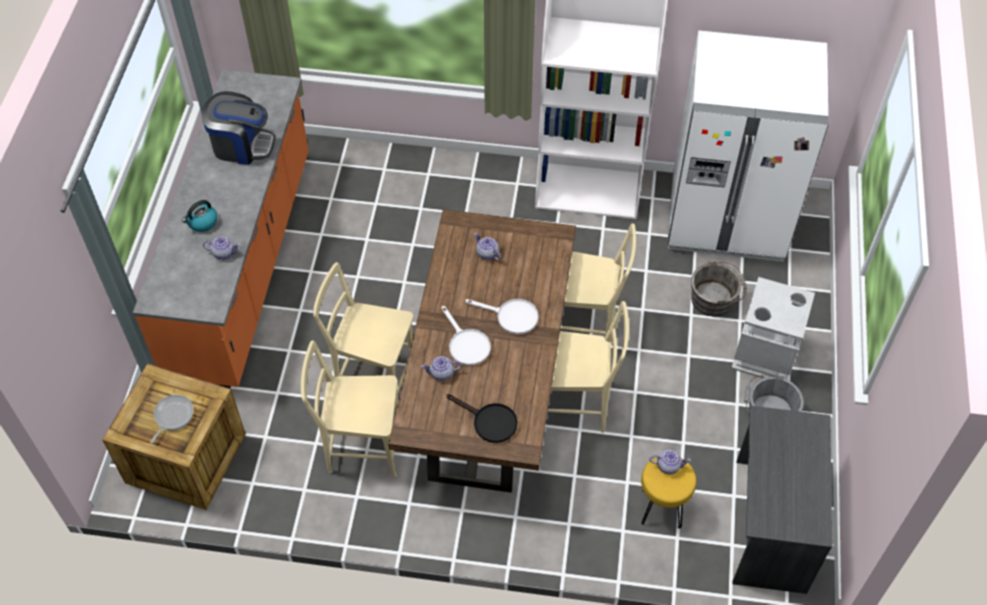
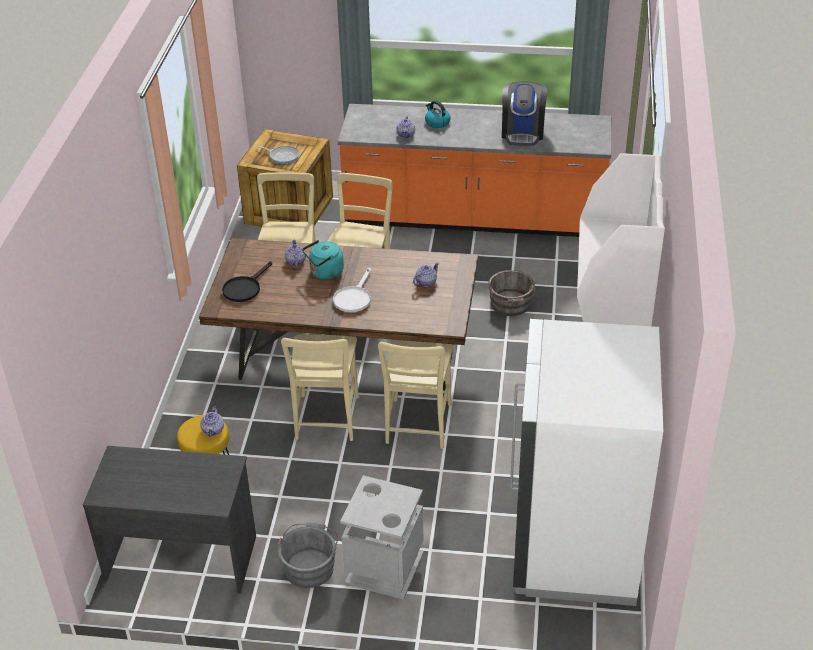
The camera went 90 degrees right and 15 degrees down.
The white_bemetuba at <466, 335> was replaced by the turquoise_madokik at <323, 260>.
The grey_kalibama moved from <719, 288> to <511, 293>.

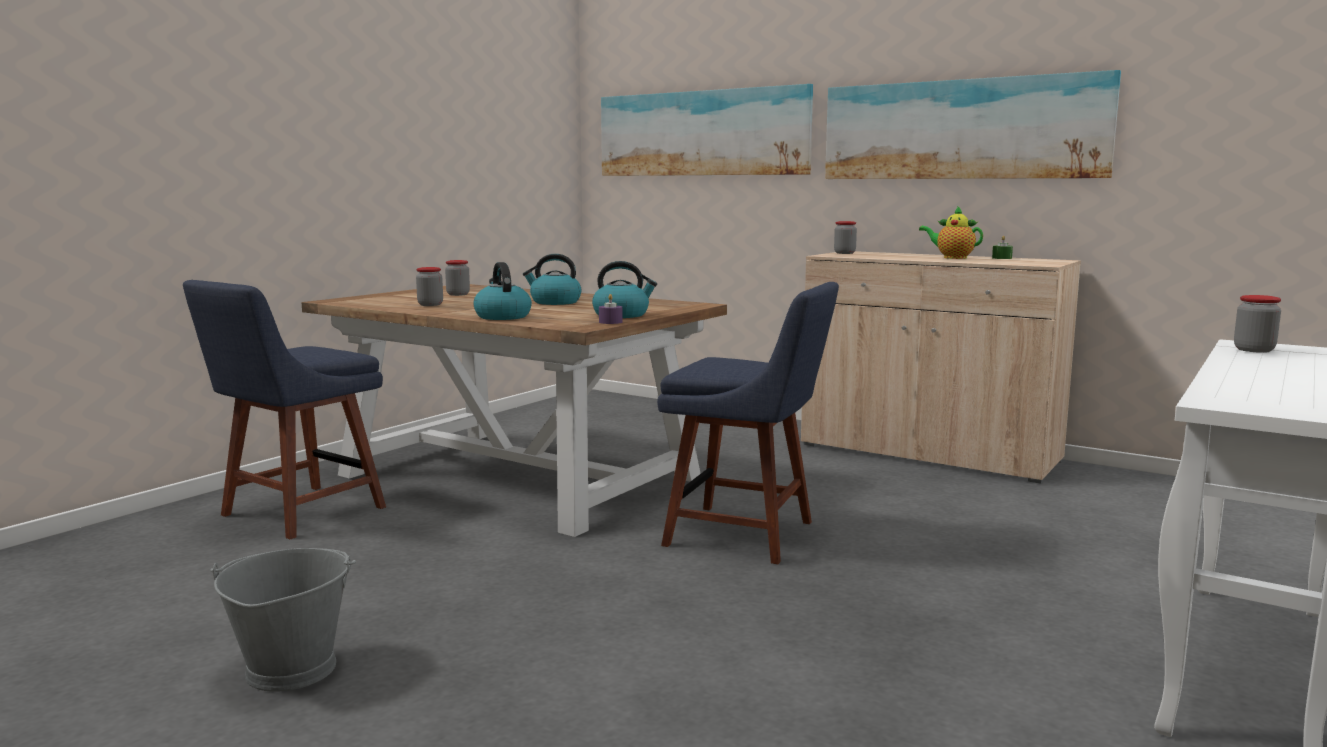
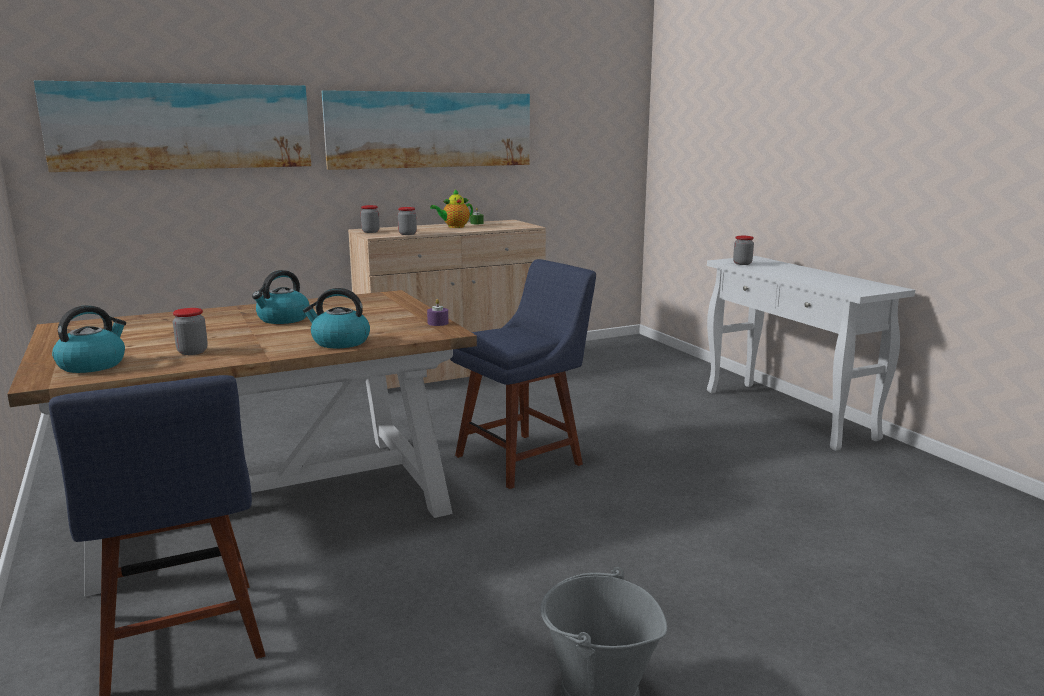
The camera went 60 degrees left and 5 degrees up.
The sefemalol moved from <457, 278> to <407, 221>.
The madokik moved from <624, 289> to <89, 339>.

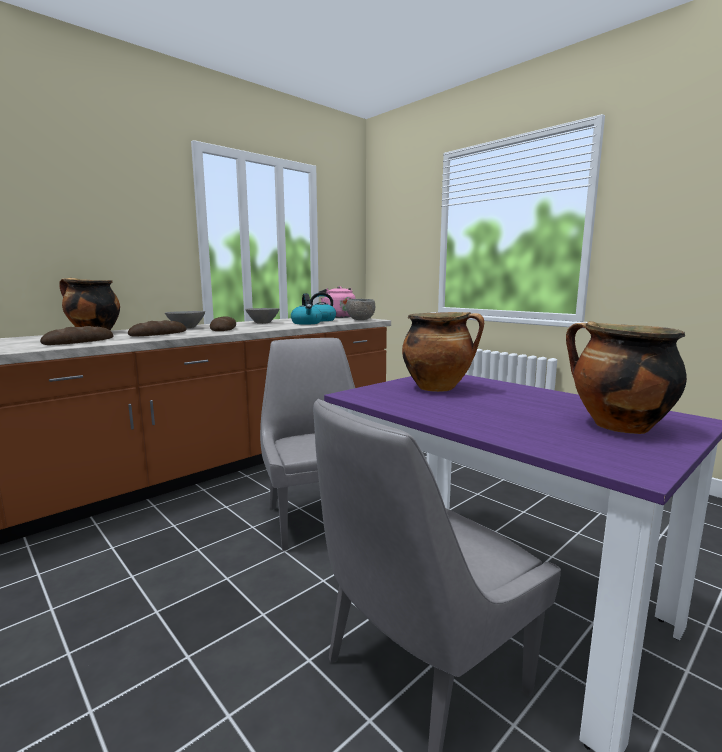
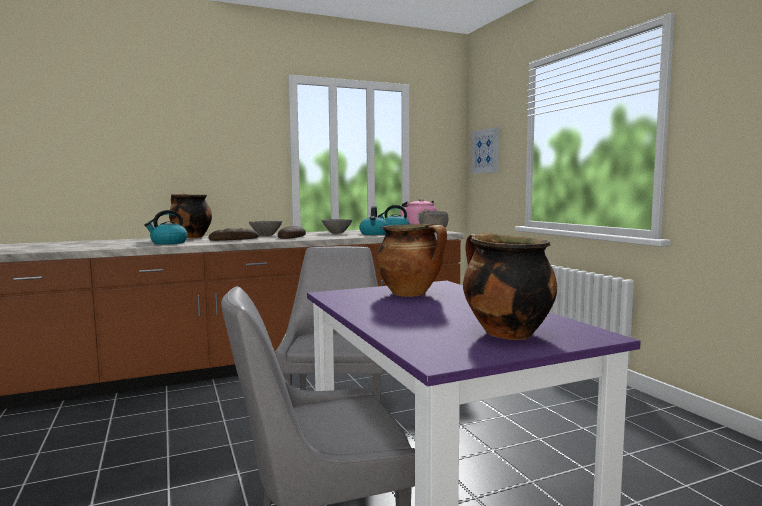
The camera went 20 degrees right and 5 degrees down.
The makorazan at <76, 335> was replaced by the madokik at <166, 227>.
The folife at <485, 150> appeared.

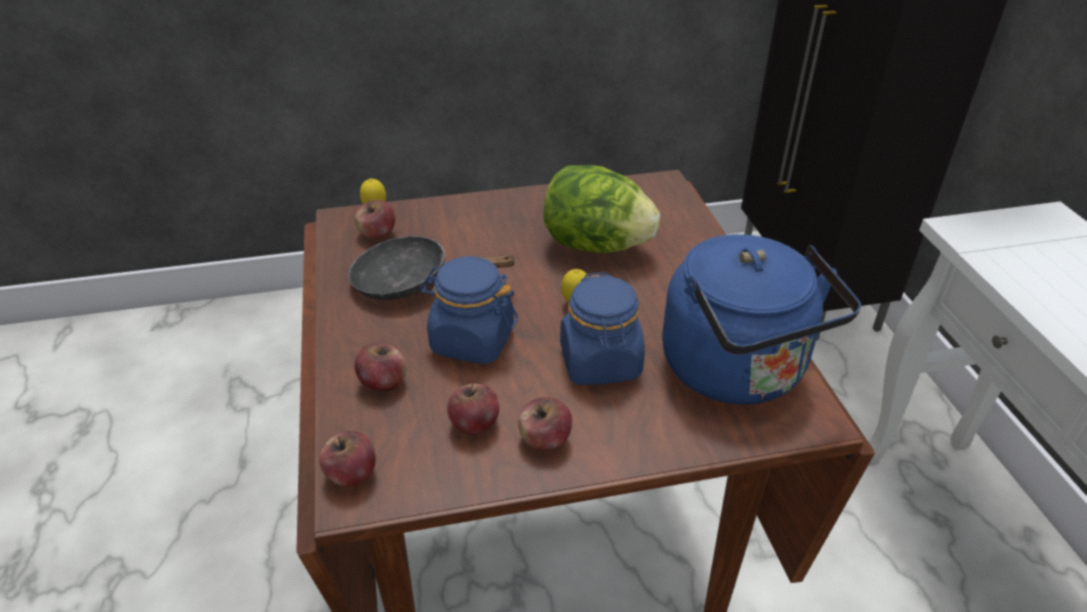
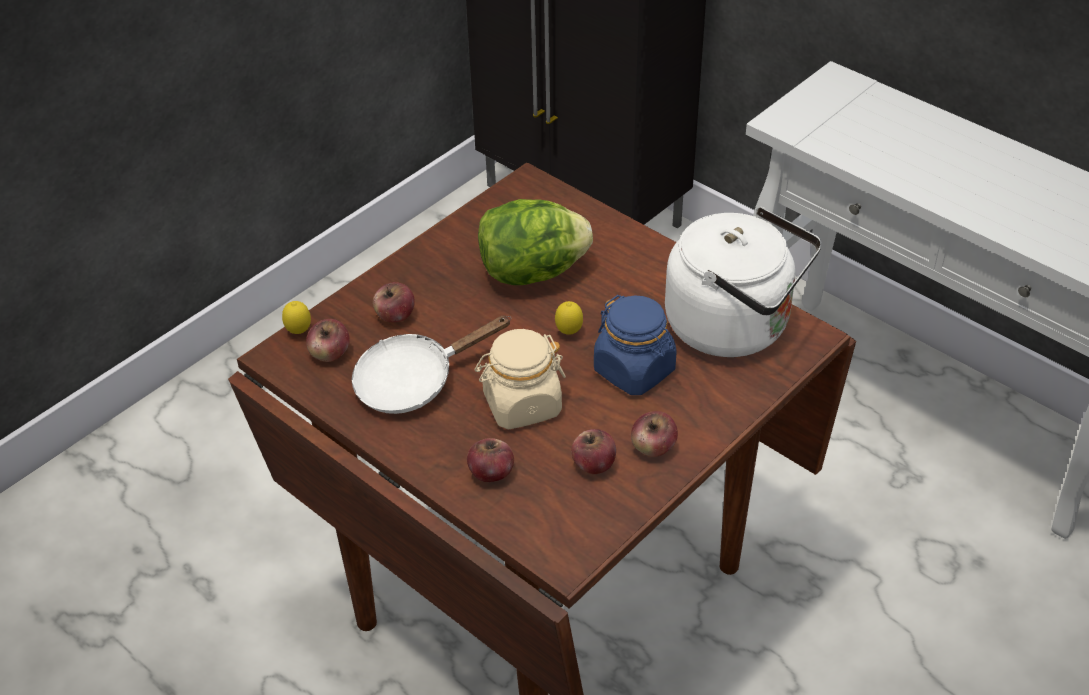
The camera went 35 degrees left and 5 degrees up.
The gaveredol moved from <347, 459> to <394, 302>.
The black_bemetuba at <432, 267> became the white_bemetuba at <431, 364>.
The blue_sefemalol at <469, 310> became the beige_sefemalol at <520, 379>.
The blue_madokik at <761, 319> became the white_madokik at <743, 282>.

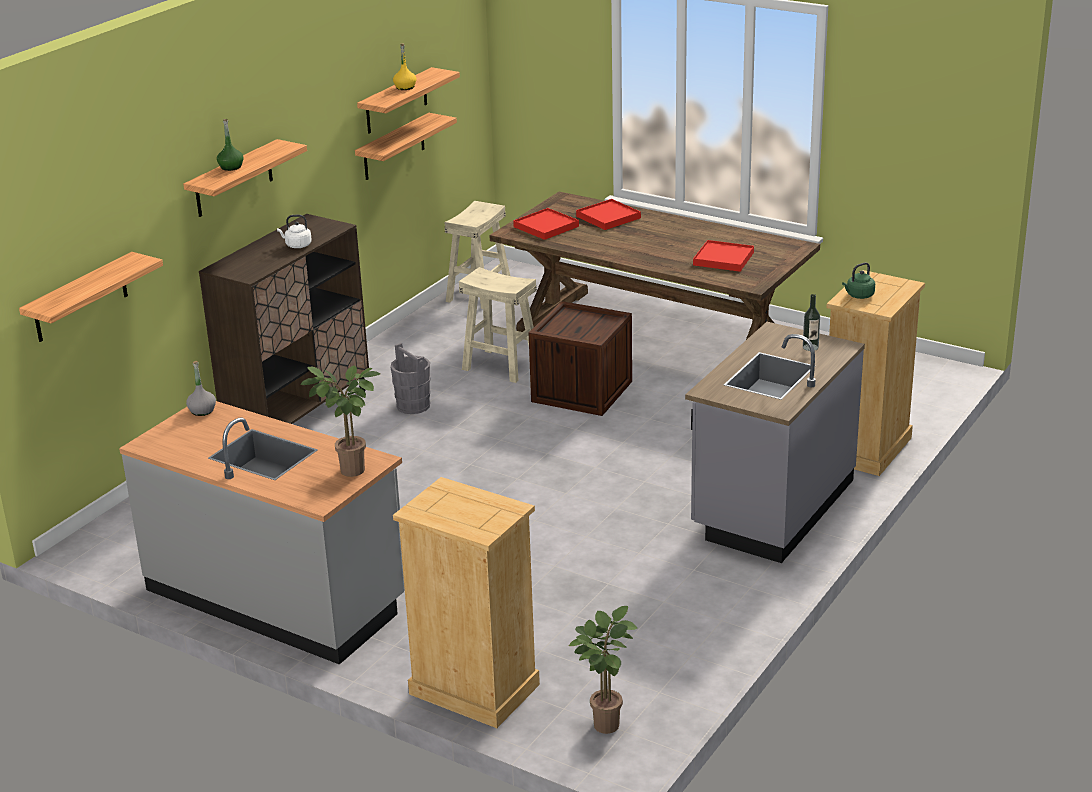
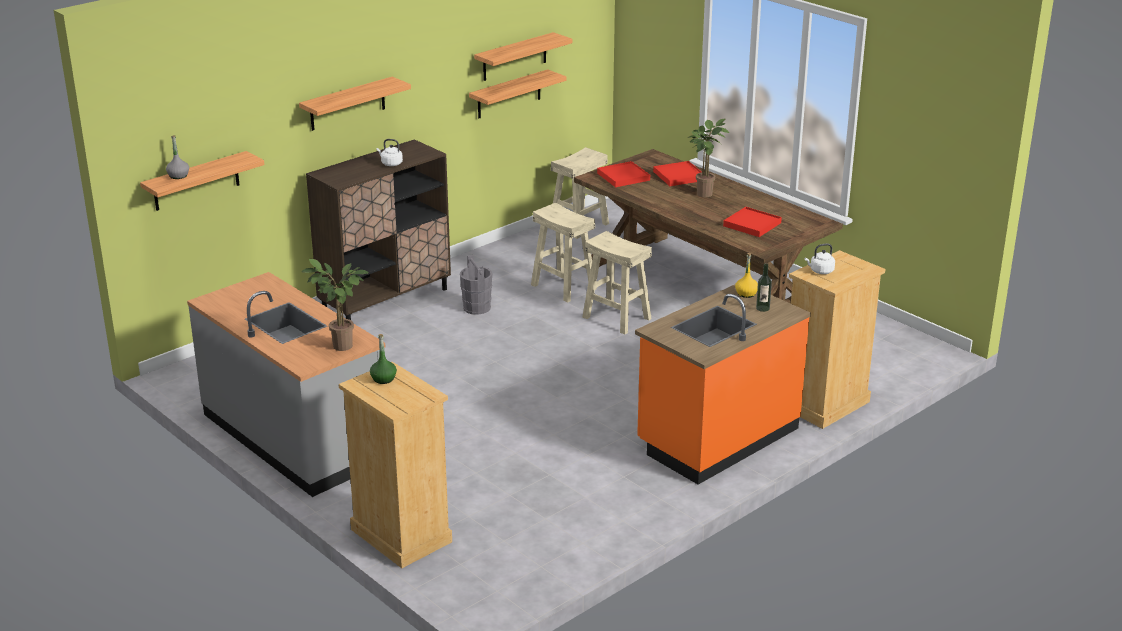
The camera went 15 degrees right and 0 degrees up.
The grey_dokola moved from <201, 388> to <177, 157>.
The green_dokola moved from <230, 145> to <383, 359>.
The yellow_dokola moved from <405, 66> to <746, 275>.
The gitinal at <580, 358> was replaced by the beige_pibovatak at <617, 283>.
The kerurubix moved from <603, 670> to <708, 158>.
The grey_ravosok at <775, 442> became the orange_ravosok at <723, 385>.
The green_madokik at <858, 280> became the white_madokik at <820, 258>.

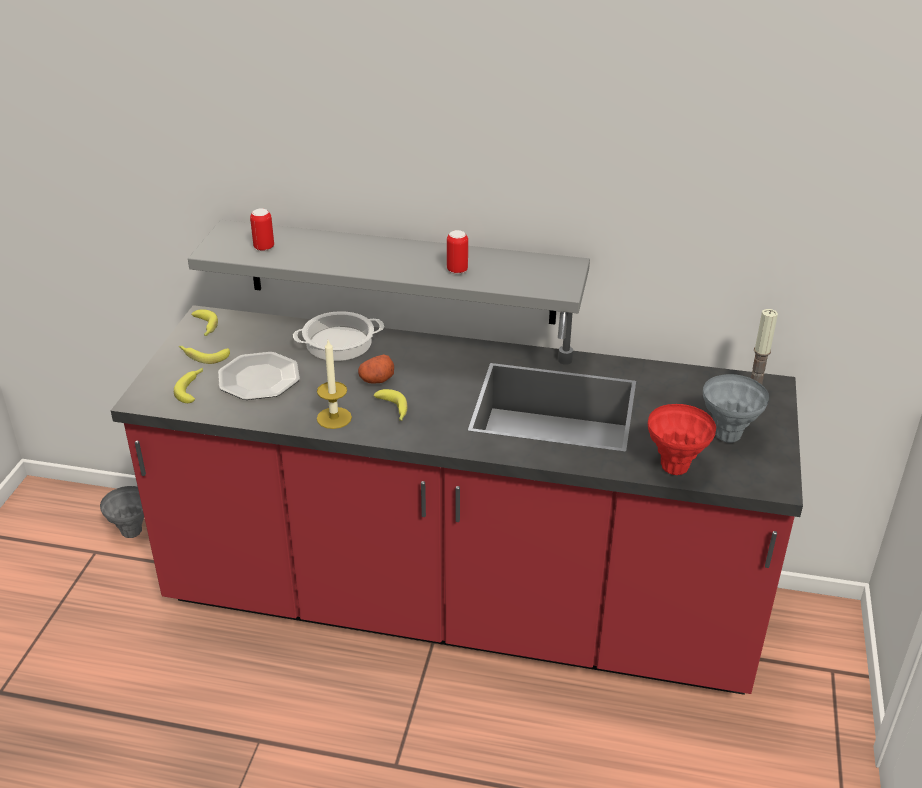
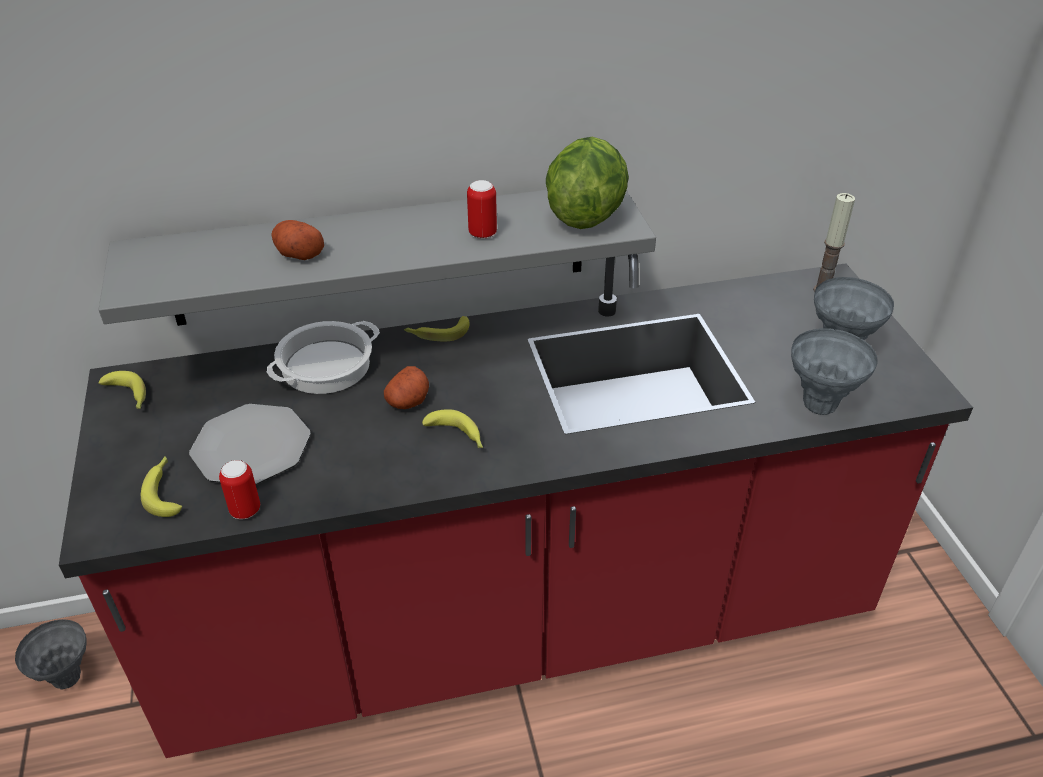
The camera went 25 degrees left and 5 degrees up.
The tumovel moved from <204, 355> to <437, 328>.
The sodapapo moved from <262, 229> to <239, 489>.
The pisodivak at <334, 384> disappeared.
The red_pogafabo at <682, 439> became the grey_pogafabo at <834, 371>.
The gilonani at <297, 240> appeared.
The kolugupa at <587, 183> appeared.

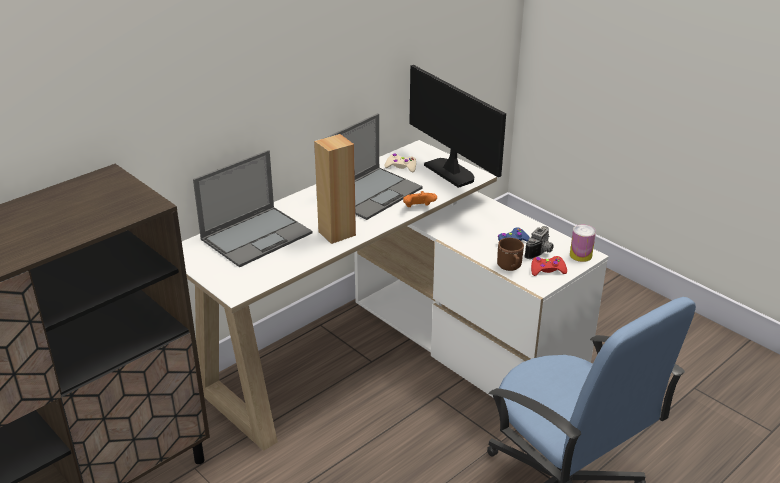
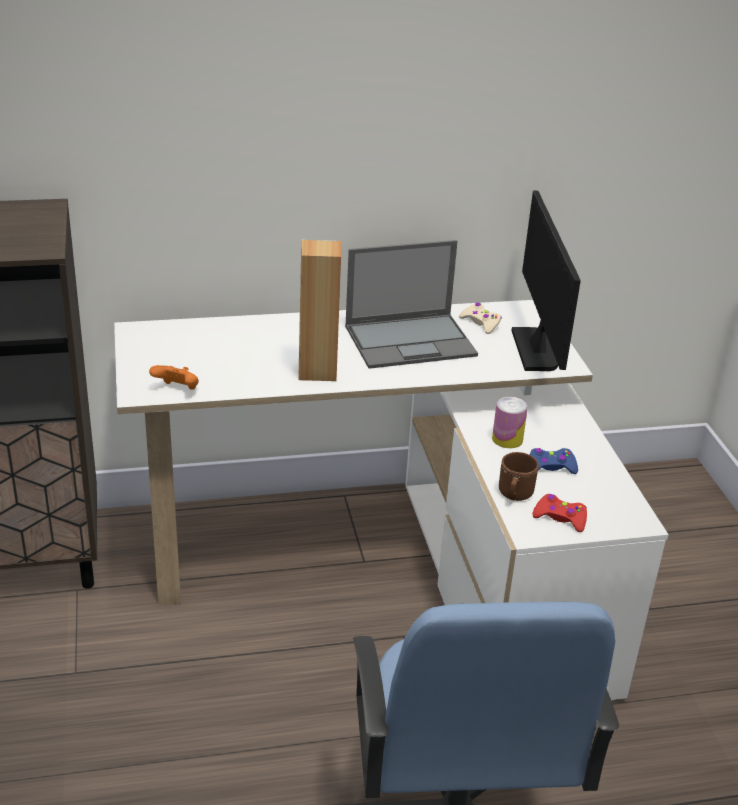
The camera went 30 degrees right and 0 degrees up.
The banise at <252, 208> disappeared.
The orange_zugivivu moved from <420, 199> to <174, 377>.
The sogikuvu at <539, 242> disappeared.
The sodapapo moved from <583, 243> to <510, 422>.

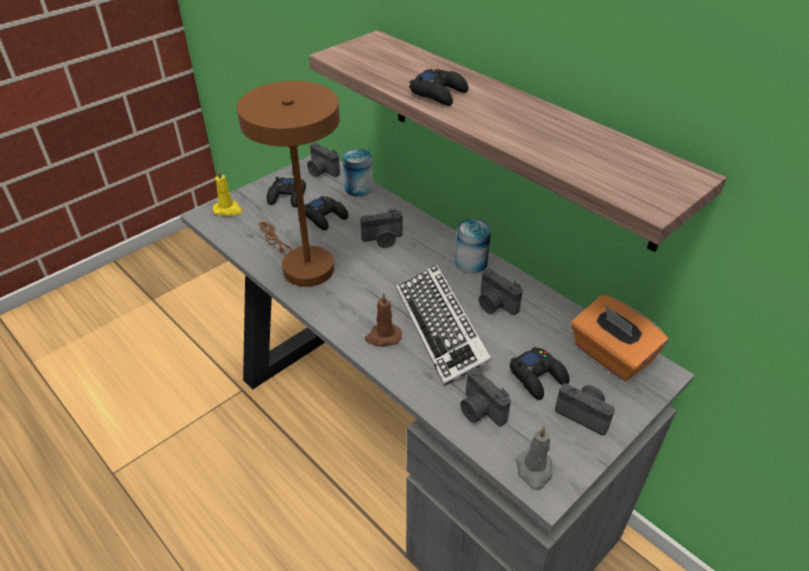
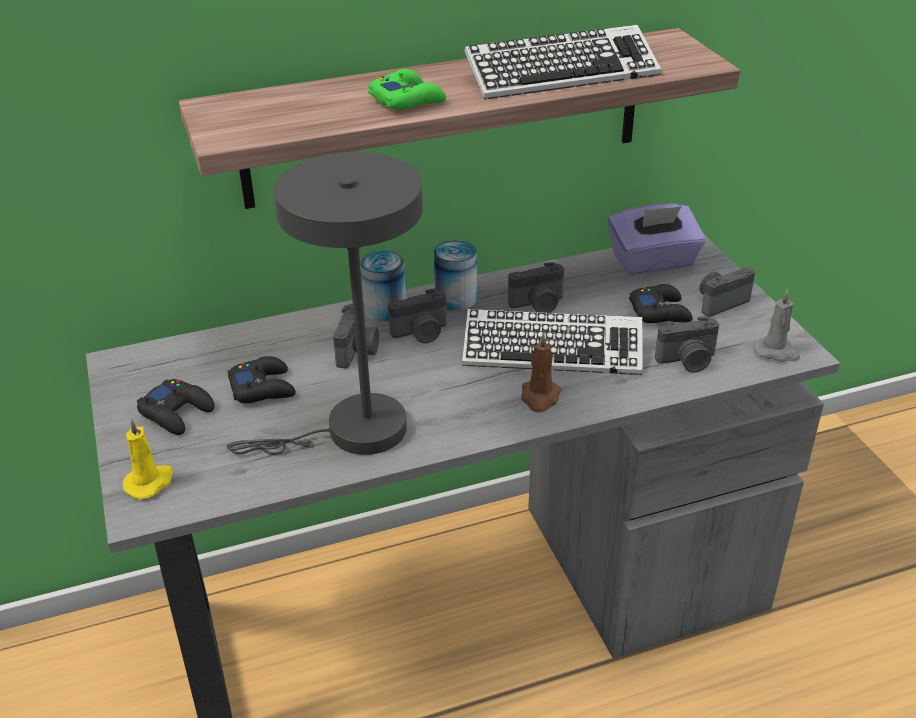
The camera went 65 degrees left and 5 degrees down.
The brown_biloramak at <288, 184> became the grey_biloramak at <324, 303>.
The sogikuvu moved from <323, 160> to <417, 316>.
The sodapapo moved from <358, 172> to <383, 286>.
The black_zugivivu at <439, 87> became the green_zugivivu at <407, 89>.
The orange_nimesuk at <619, 338> became the purple_nimesuk at <657, 239>.
The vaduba at <562, 62> appeared.

